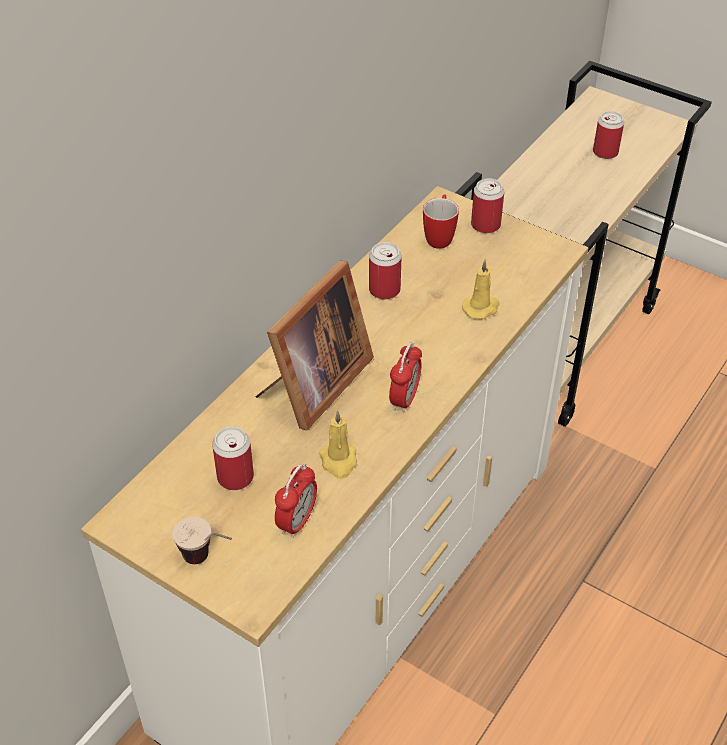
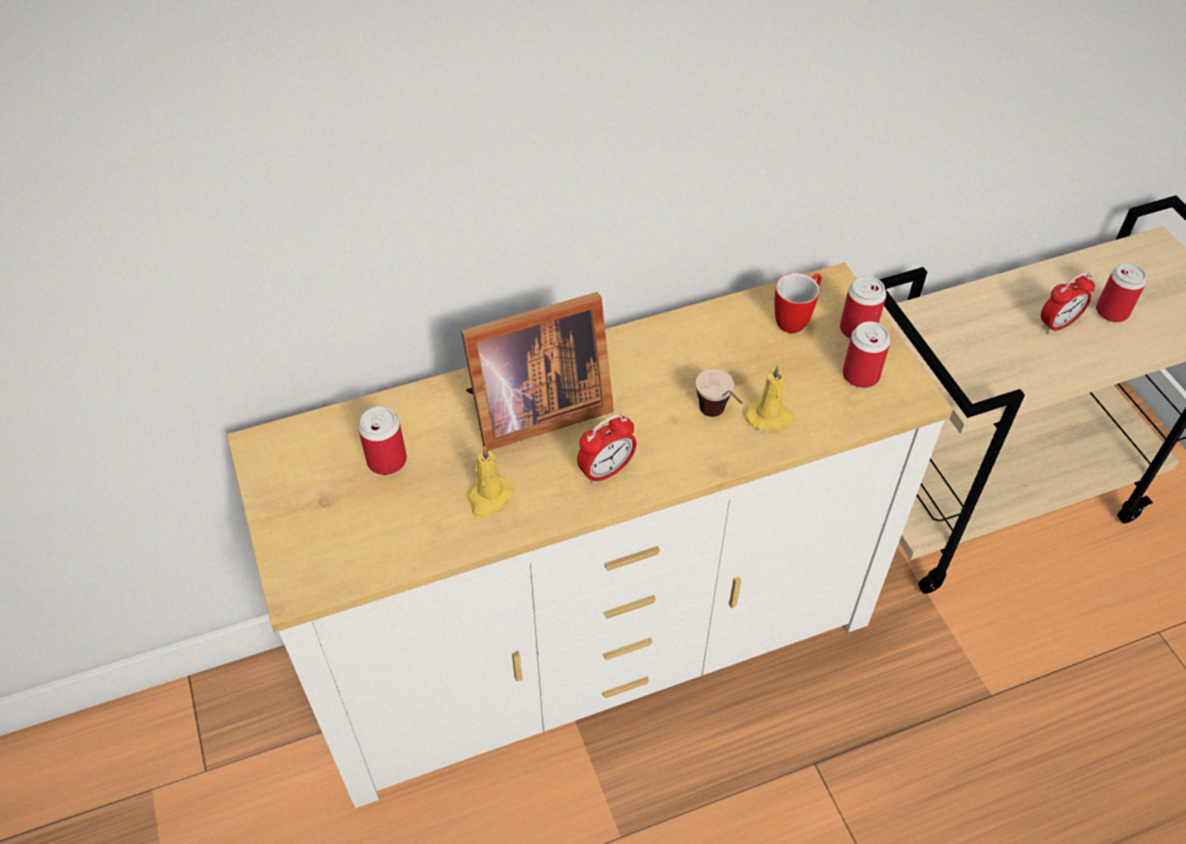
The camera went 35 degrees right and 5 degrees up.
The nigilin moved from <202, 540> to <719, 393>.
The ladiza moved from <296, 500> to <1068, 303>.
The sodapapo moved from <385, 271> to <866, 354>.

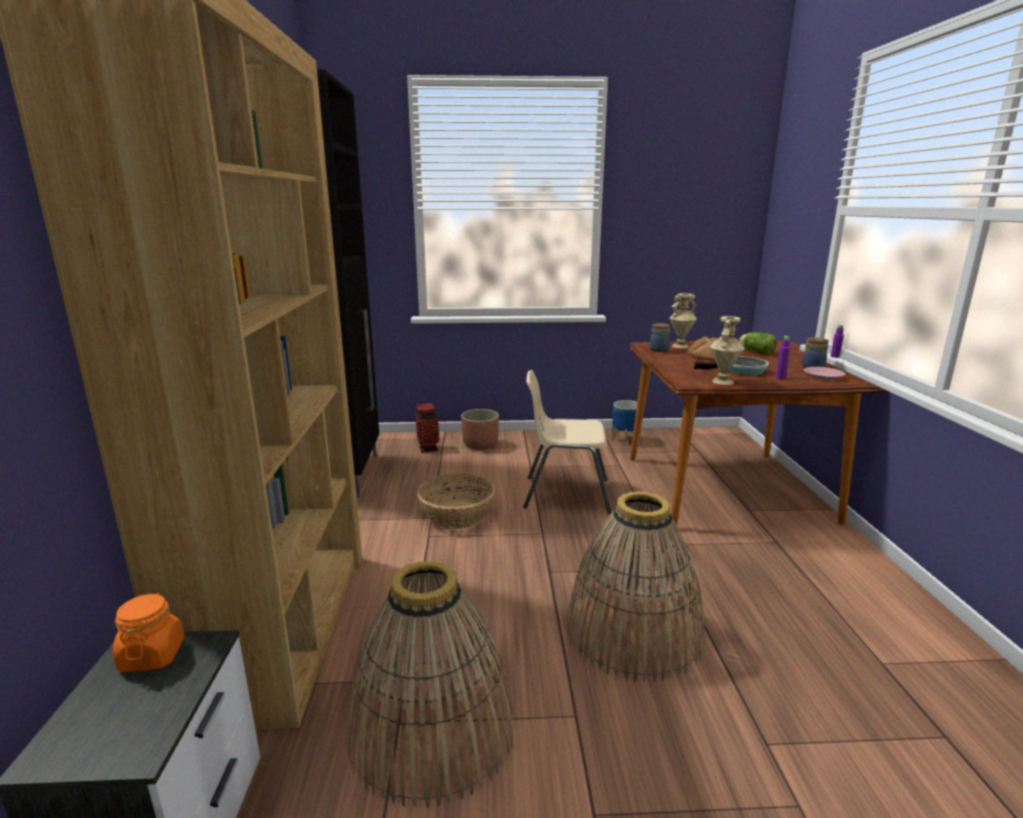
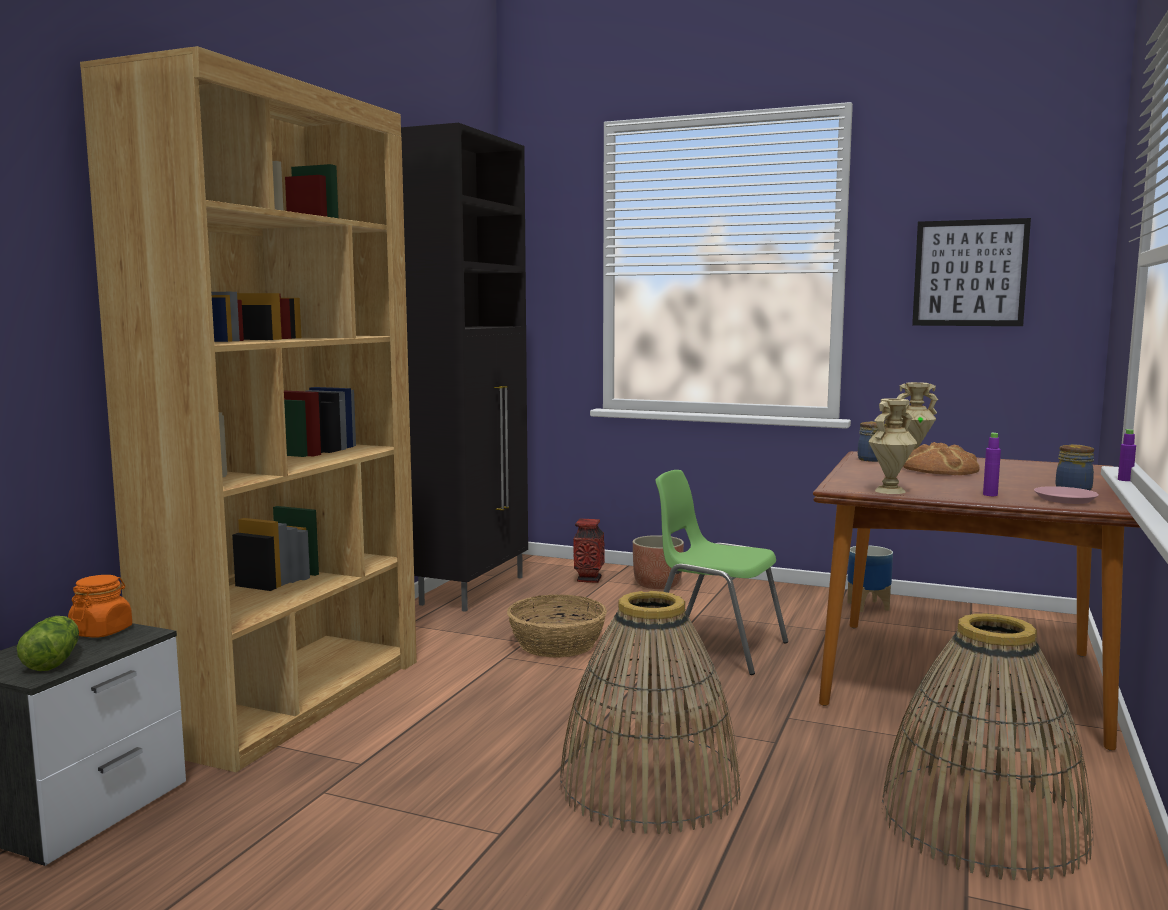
The camera went 25 degrees right and 10 degrees down.
The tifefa moved from <430, 684> to <987, 747>.
The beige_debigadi at <567, 442> became the green_debigadi at <722, 572>.
The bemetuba at <731, 365> disappeared.
The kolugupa moved from <758, 343> to <48, 643>.
The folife at <971, 272> appeared.

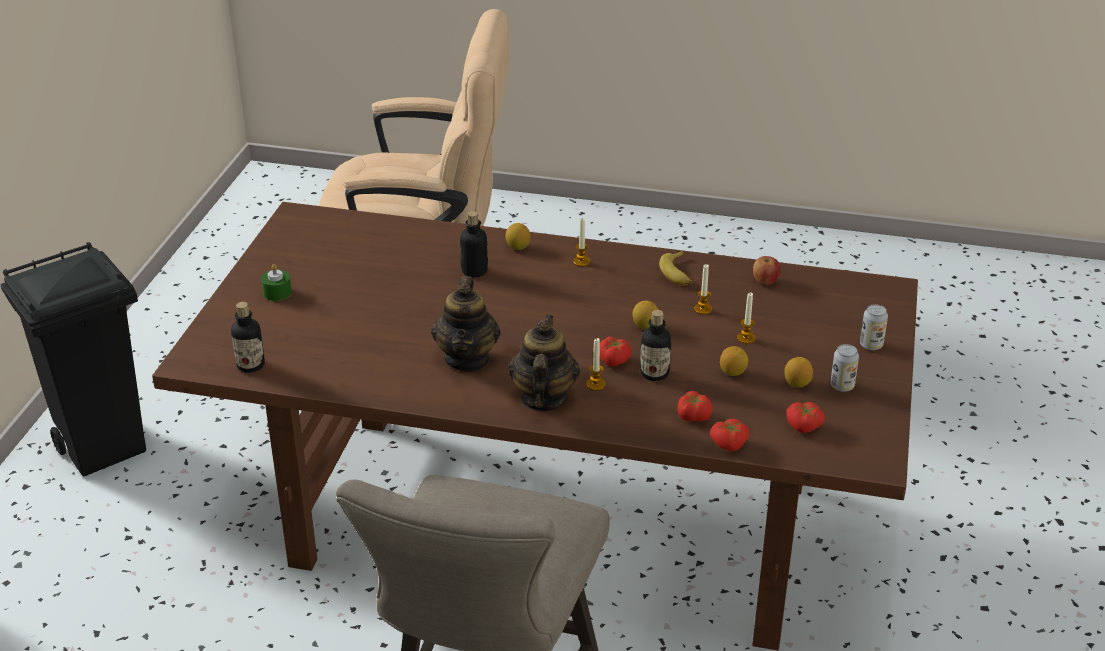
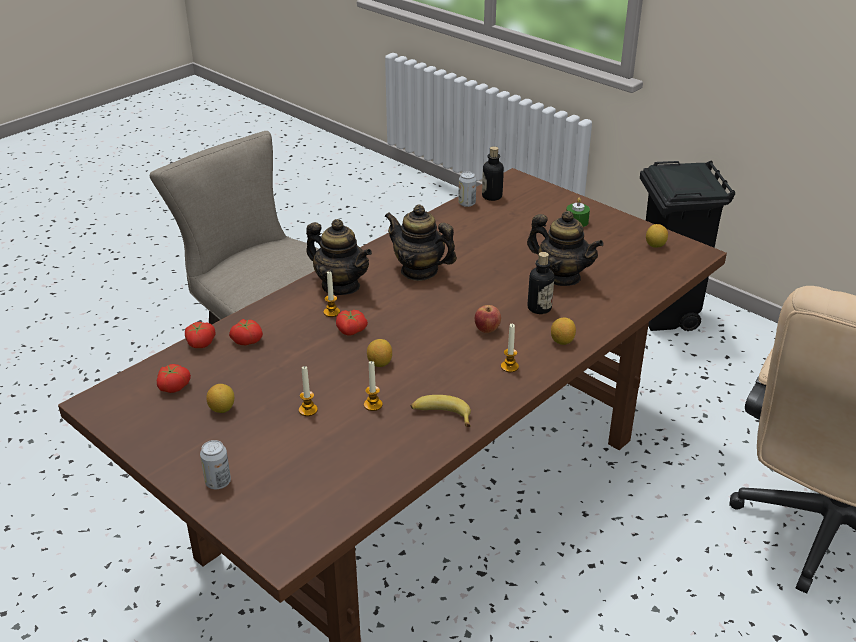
The camera went 120 degrees right and 0 degrees up.
The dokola at <655, 345> disappeared.
The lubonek moved from <734, 361> to <657, 236>.
The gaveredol moved from <767, 270> to <488, 319>.
The sodapapo moved from <844, 368> to <467, 189>.
The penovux at <565, 248> appeared.

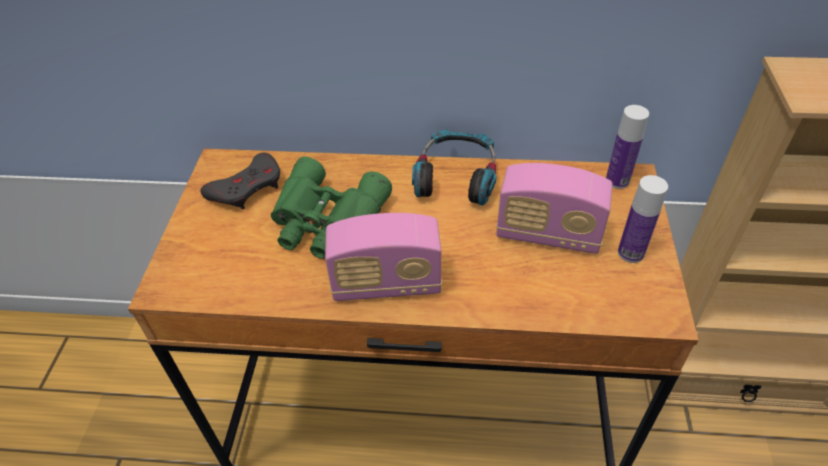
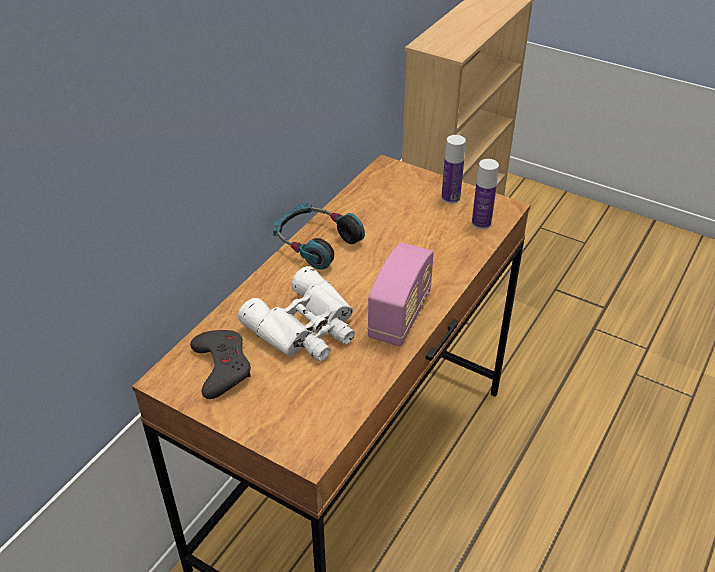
The camera went 65 degrees left and 5 degrees down.
The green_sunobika at <331, 208> became the white_sunobika at <296, 313>.
The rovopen at <554, 208> disappeared.
The dokola moved from <627, 147> to <485, 194>.

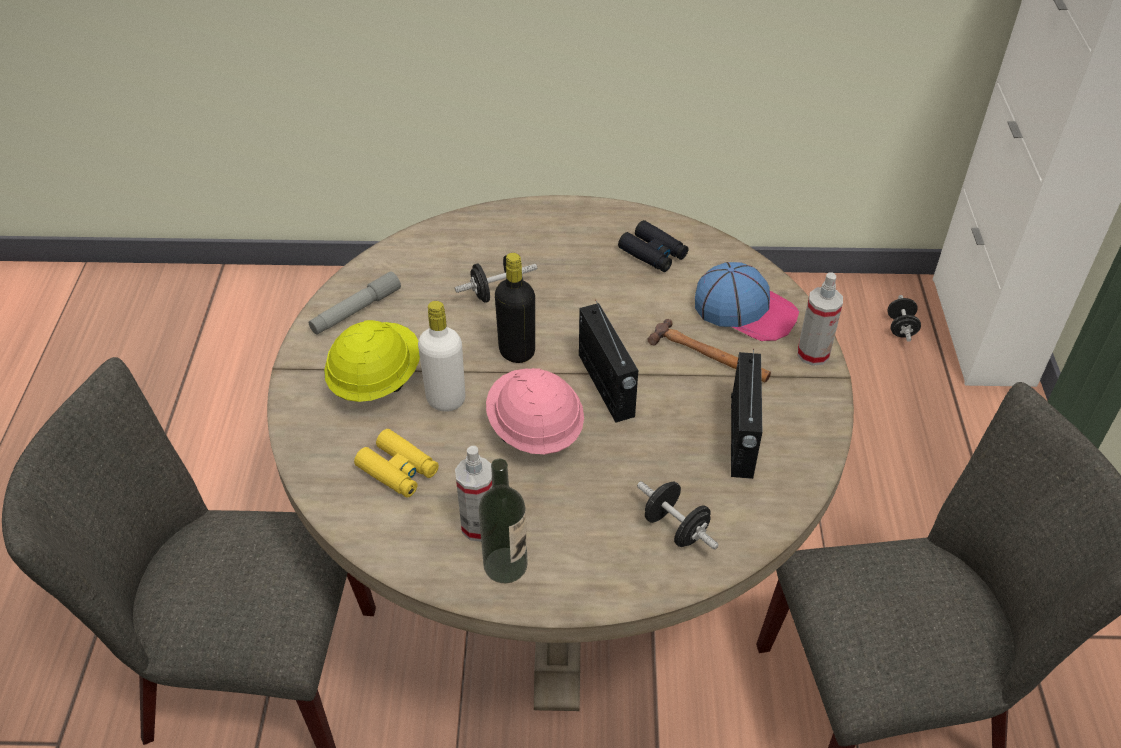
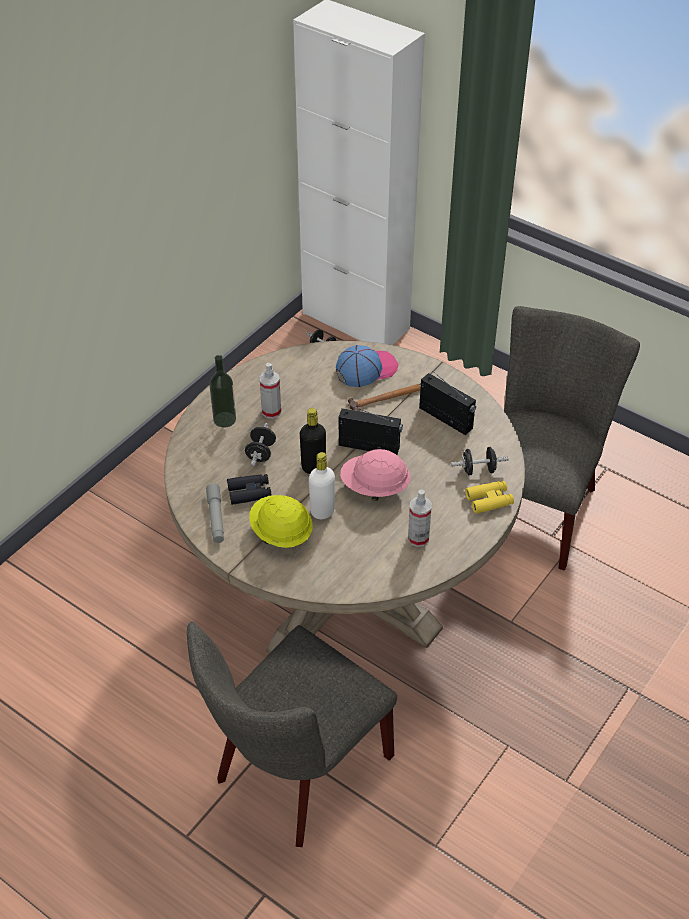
The camera went 55 degrees left and 0 degrees up.
The yellow_sunobika moved from <396, 463> to <489, 497>.
The dokola moved from <503, 521> to <223, 391>.
The black_sunobika moved from <653, 246> to <249, 489>.
The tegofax moved from <820, 319> to <270, 391>.

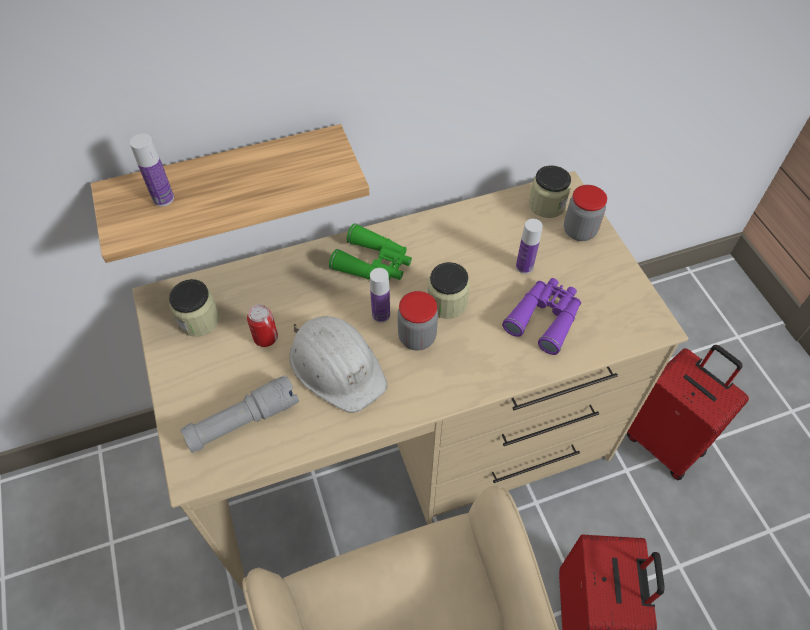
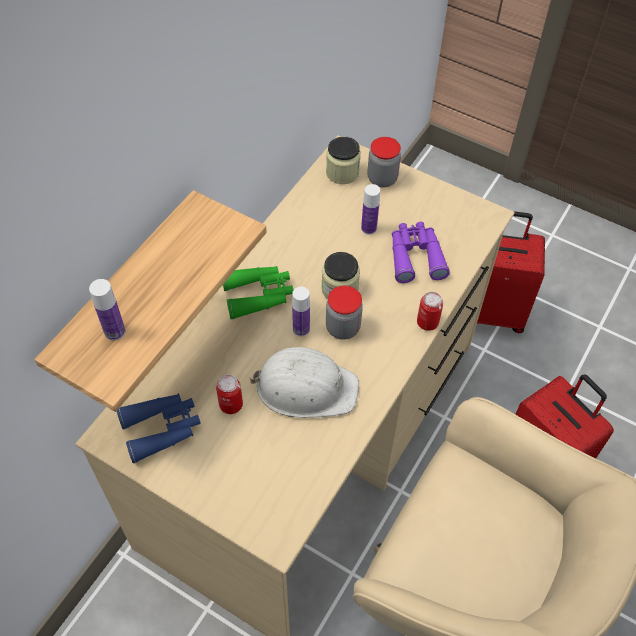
The camera went 40 degrees left and 0 degrees up.
The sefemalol at <194, 308> was replaced by the blue_sunobika at <159, 428>.
The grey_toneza at <239, 414> disappeared.
The sodapapo at <430, 311> appeared.

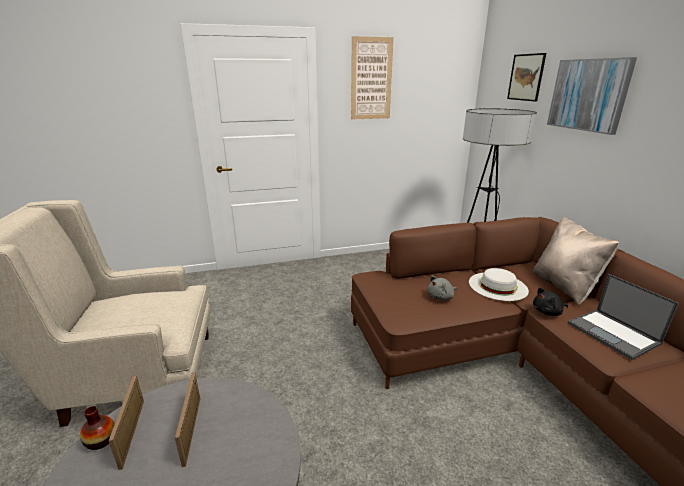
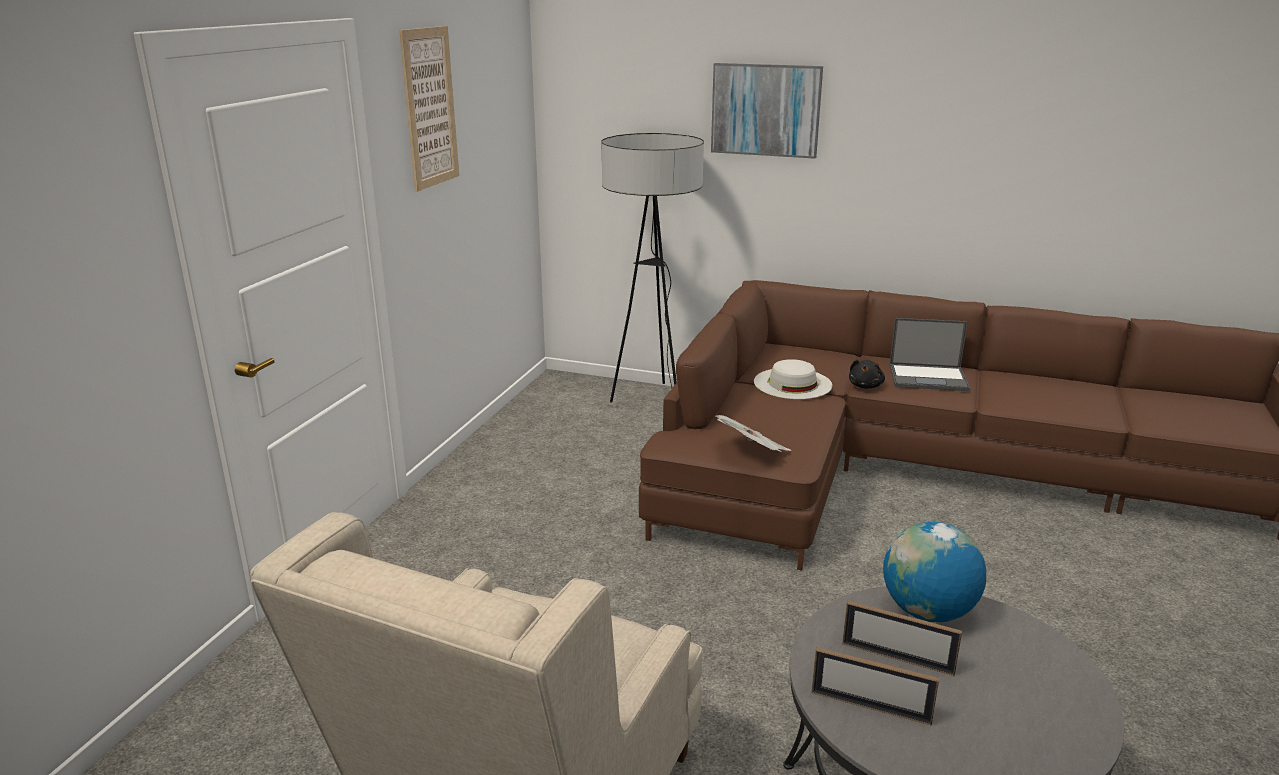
The camera went 55 degrees left and 0 degrees up.
The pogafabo at <97, 428> disappeared.
The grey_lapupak at <443, 288> disappeared.
The folife at <526, 77> disappeared.
The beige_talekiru at <576, 261> disappeared.
The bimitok at <753, 433> appeared.
The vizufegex at <934, 572> appeared.

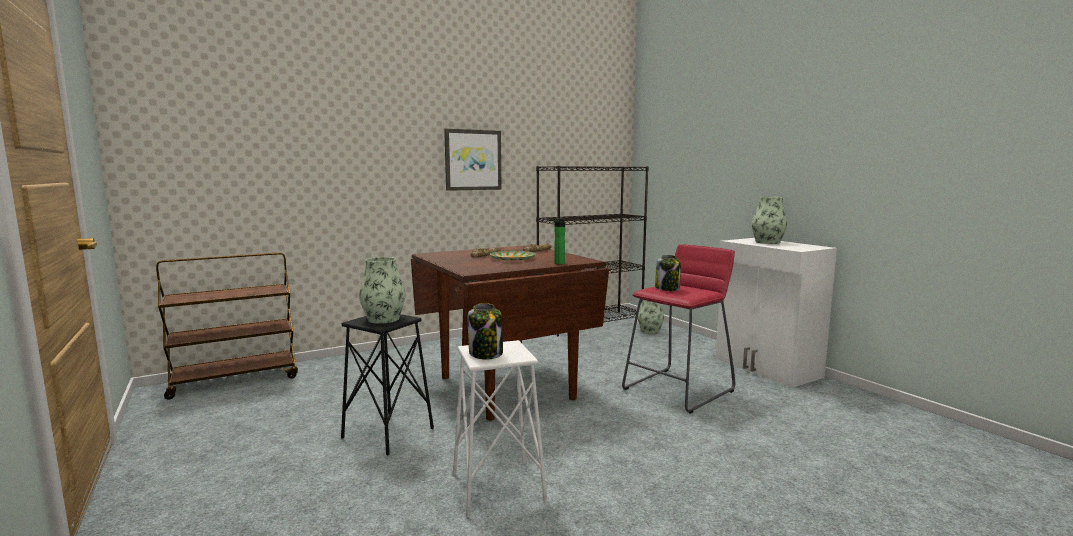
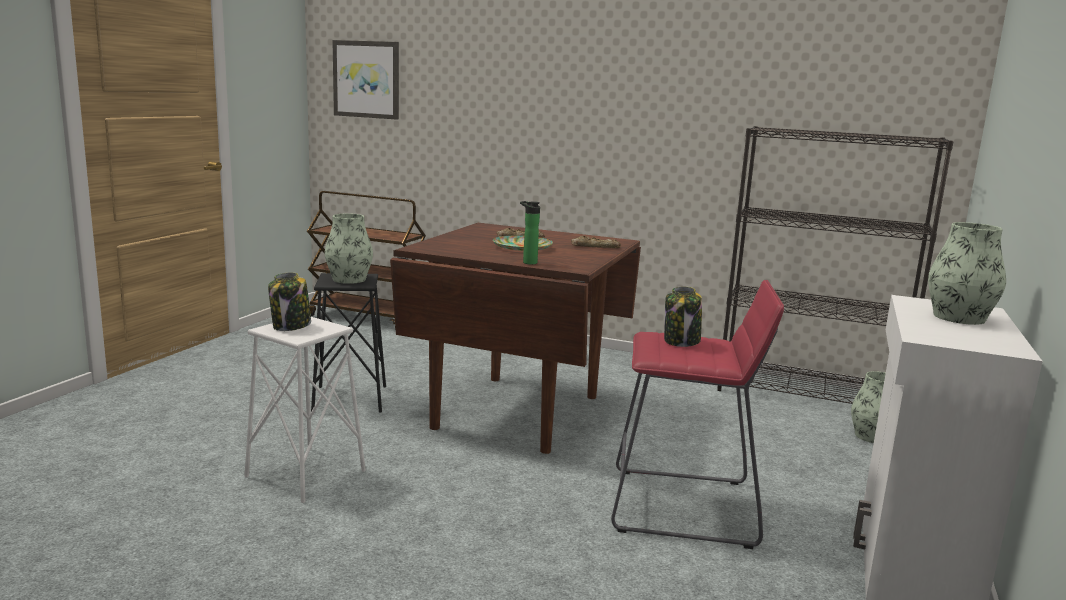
The camera went 50 degrees right and 5 degrees up.
The folife moved from <473, 160> to <365, 80>.

